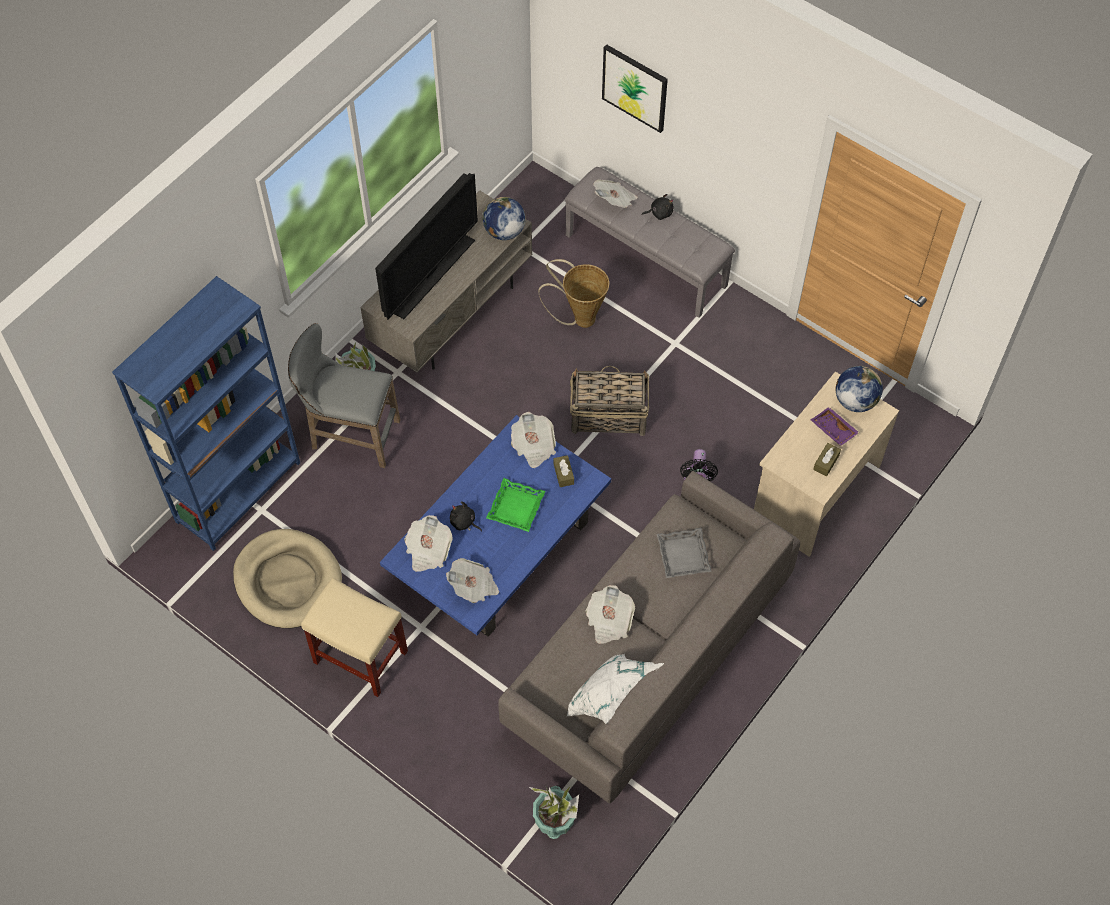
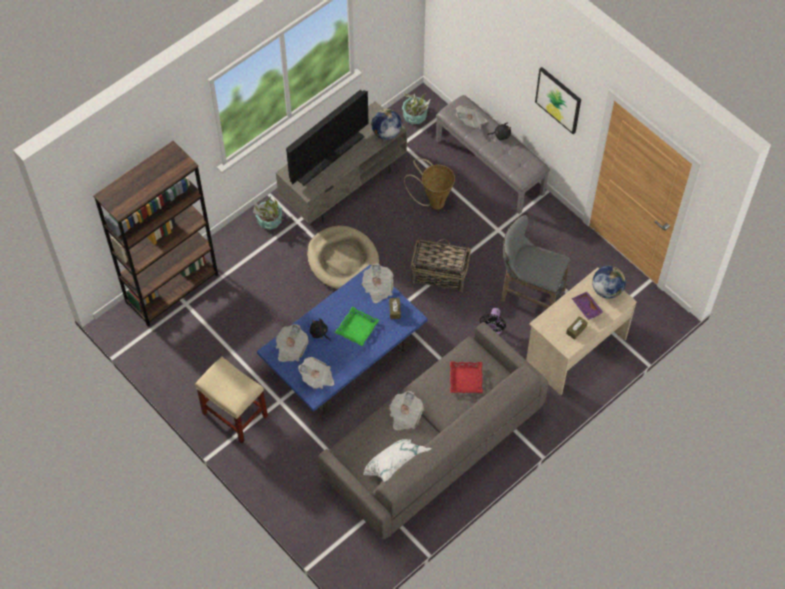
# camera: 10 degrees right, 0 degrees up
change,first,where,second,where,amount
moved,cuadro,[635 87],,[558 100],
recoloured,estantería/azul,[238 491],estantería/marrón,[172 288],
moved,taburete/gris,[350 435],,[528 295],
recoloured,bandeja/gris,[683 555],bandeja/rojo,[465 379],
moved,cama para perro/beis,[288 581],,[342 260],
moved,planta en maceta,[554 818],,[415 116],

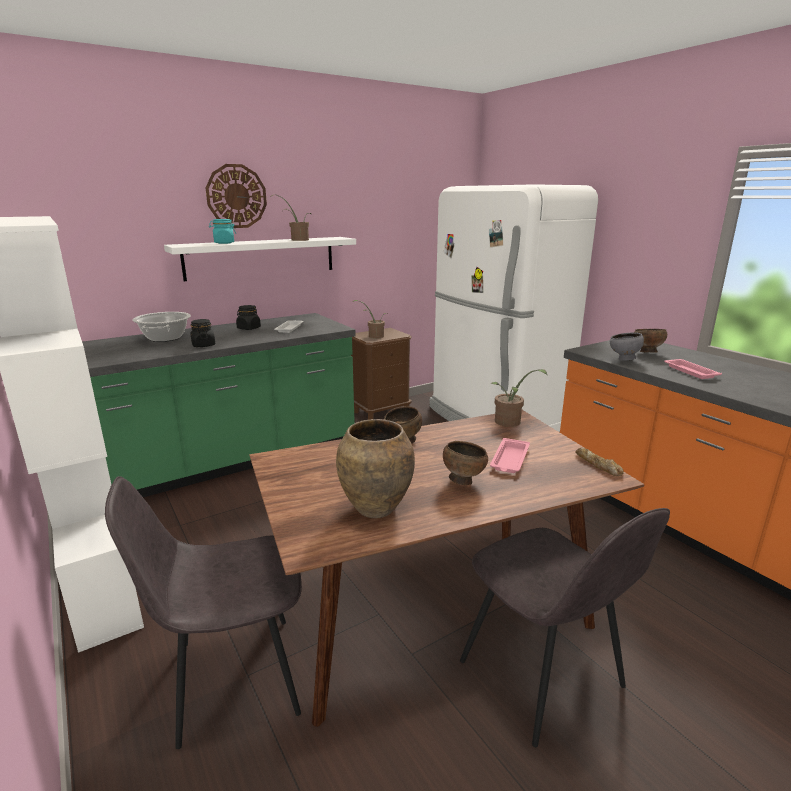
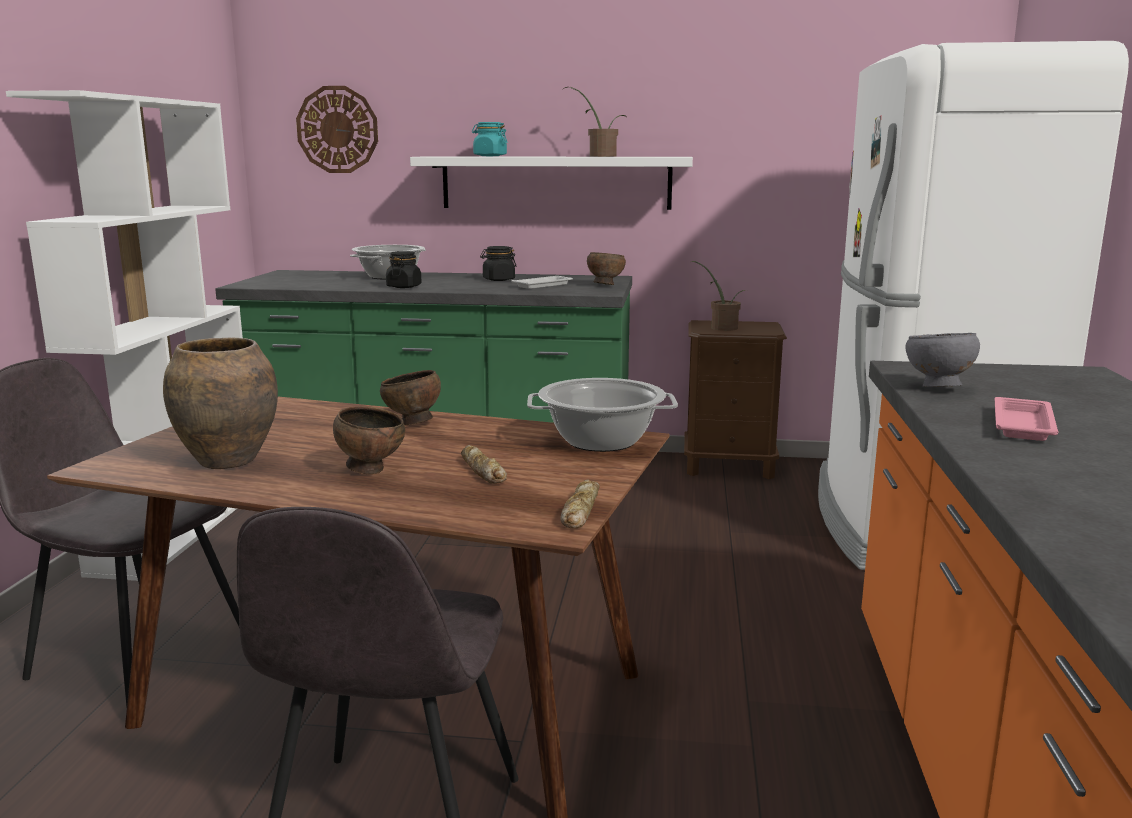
# camera: 40 degrees right, 5 degrees down
change,first,where,second,where,amount
moved,reloj de pared,[236 196],,[337 129],
moved,cuenco/marrón,[646 353],,[605 285],
replaced,planta en maceta,[510 423],olla,[601 441],
replaced,bandeja/rosa,[509 460],pan,[481 471],

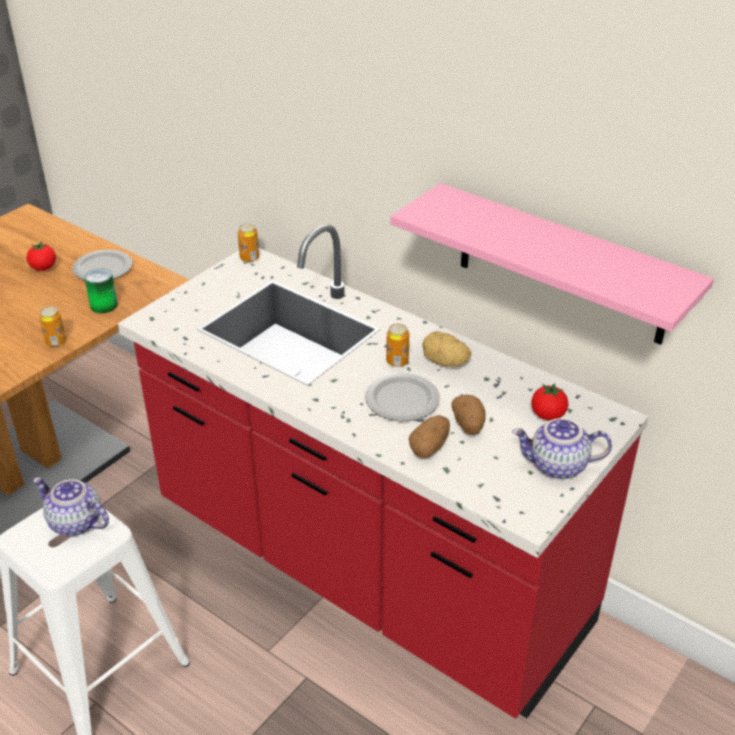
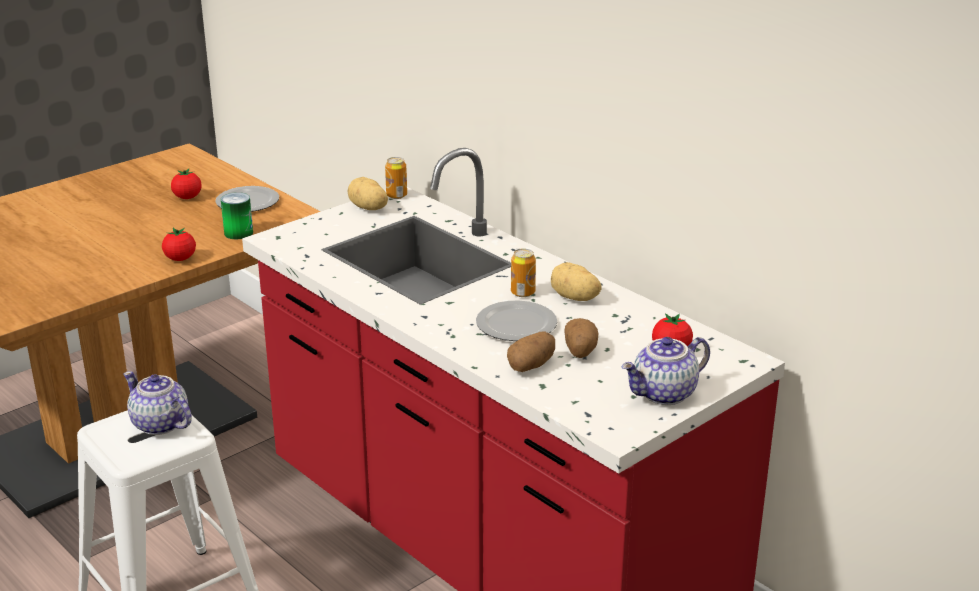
# camera: 10 degrees right, 10 degrees down
change,first,where,second,where,amount
removed,estante/rosa,[561 265],,,
replaced,lata,[56 342],tomate,[180 259],
turned,tetera,[557 467],,[664 394],45 degrees counterclockwise
added,,,patata,[368 208],

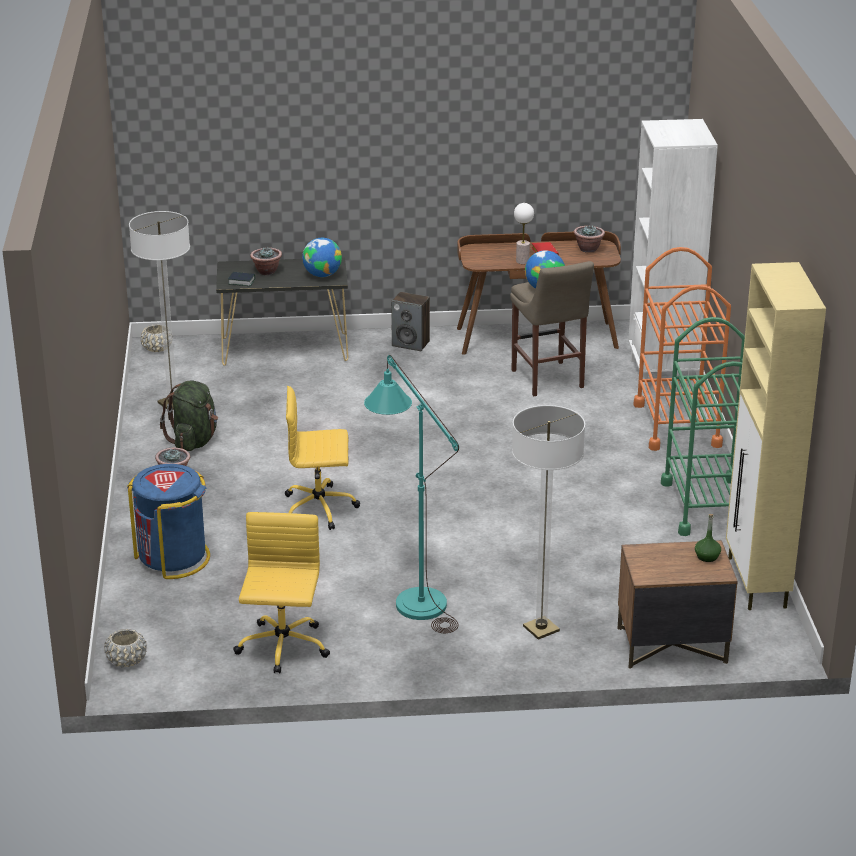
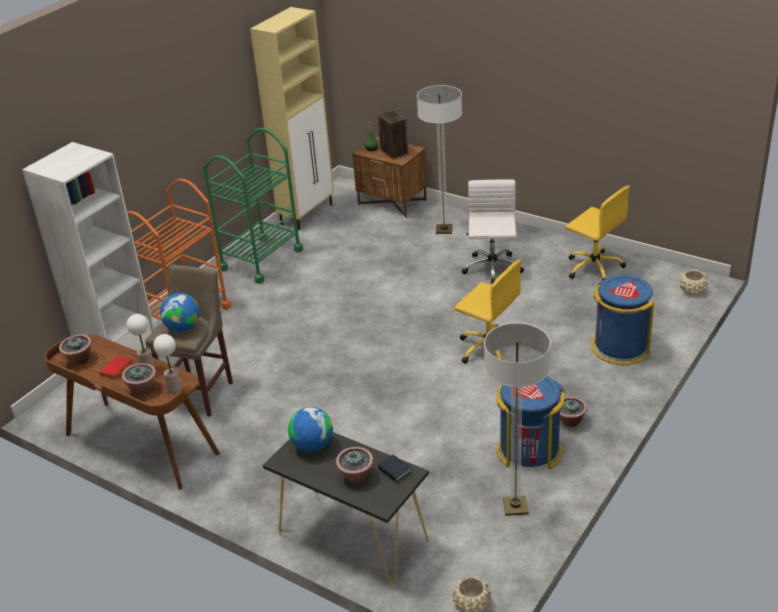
# camera: 140 degrees left, 5 degrees up
change,first,where,second,where,amount
moved,altavoz,[411 343],,[394 152],
replaced,lámpara de pie/turquesa,[413 597],silla de oficina/blanco,[492 268],
replaced,mochila/verde,[194 441],papelera/azul,[529 450],
turned,silla de oficina/amarillo,[282 647],,[593 267],90 degrees counterclockwise
added,,,lámpara de mesa,[174 389],
added,,,planta en maceta,[142 389],

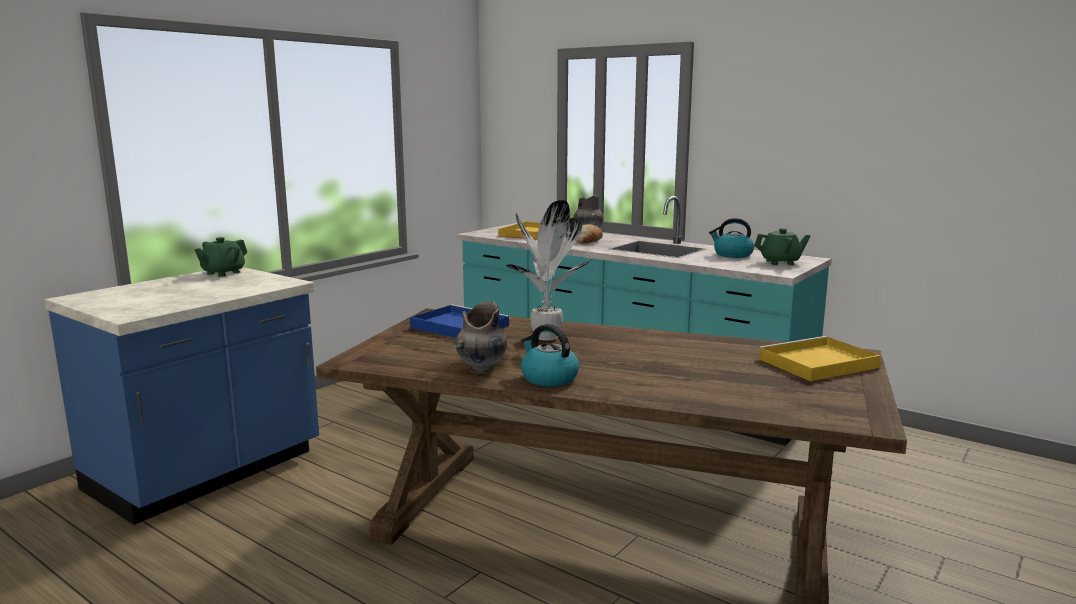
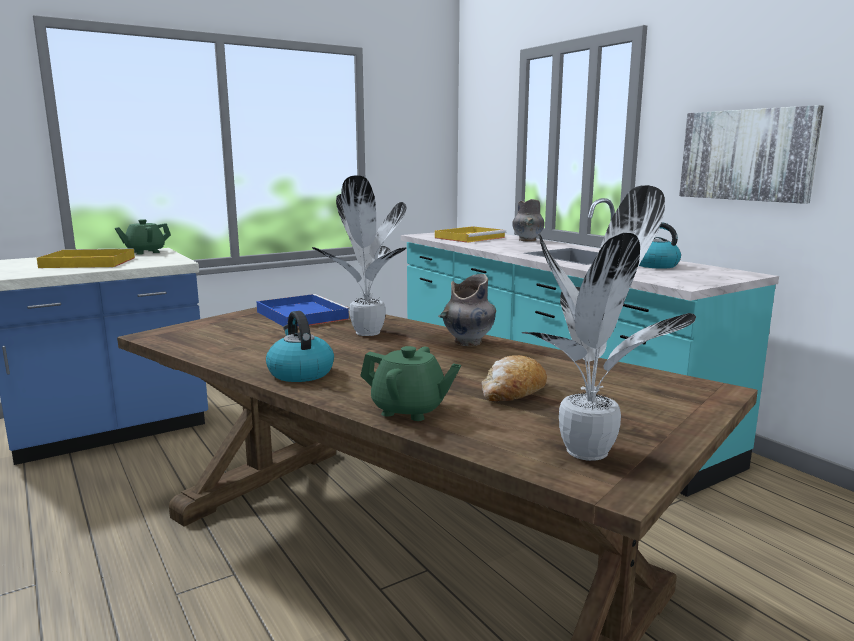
# camera: 20 degrees right, 0 degrees up
change,first,where,second,where,amount
moved,pan,[587 241],,[512 392],
moved,tetera/verde,[780 262],,[409 410],
moved,florero/gris,[481 369],,[467 342],
moved,bandeja/amarillo,[816 363],,[86 263],
added,,,cuadro,[747 155],
added,,,planta en maceta,[590 450],

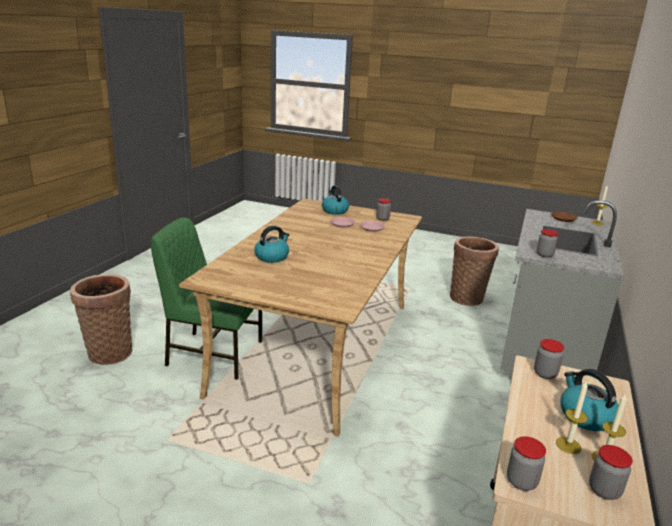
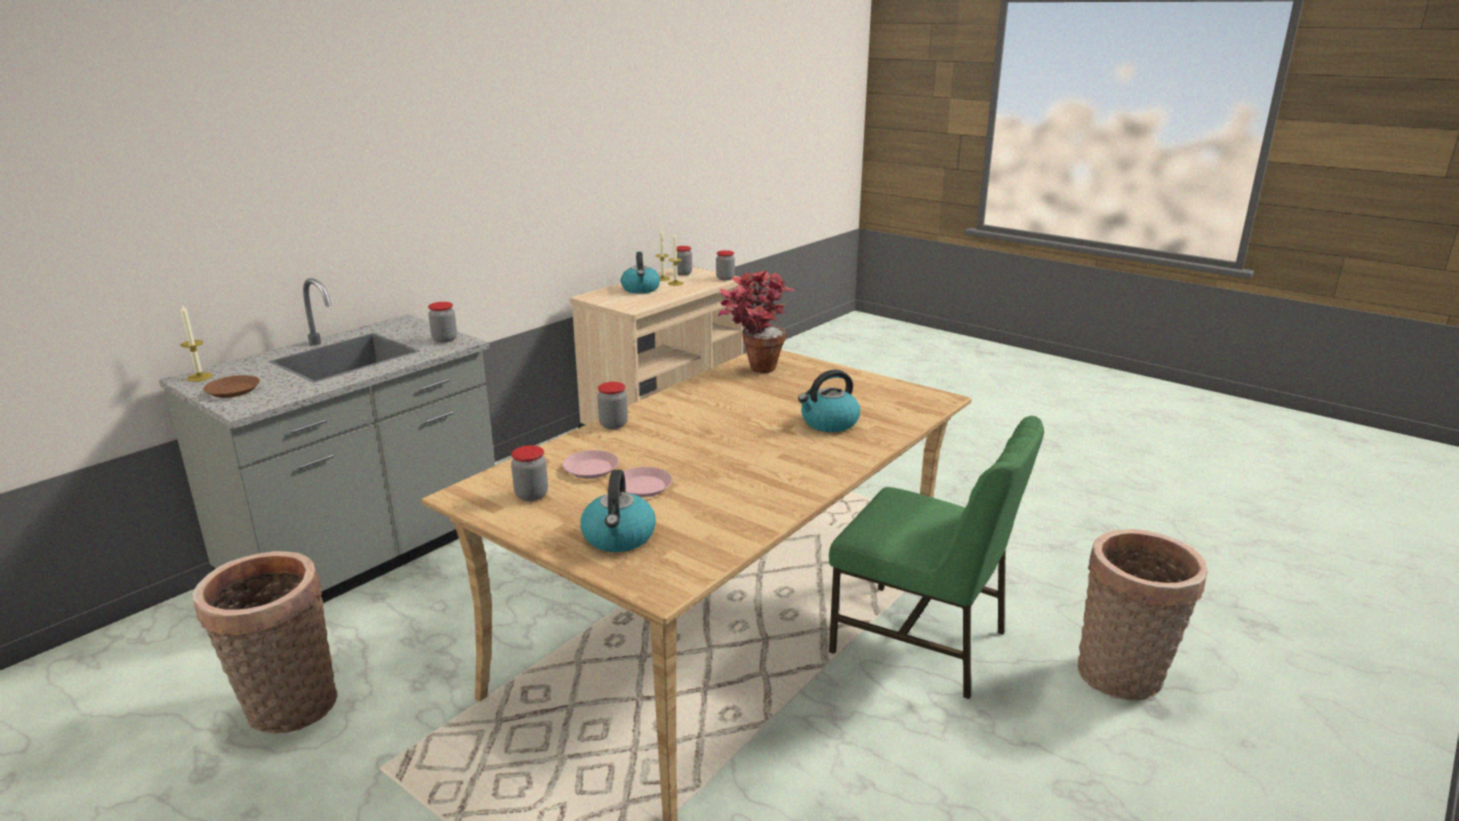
# camera: 160 degrees left, 0 degrees up
change,first,where,second,where,amount
moved,tarro,[545 374],,[613 424],
added,,,planta en maceta,[753 370],

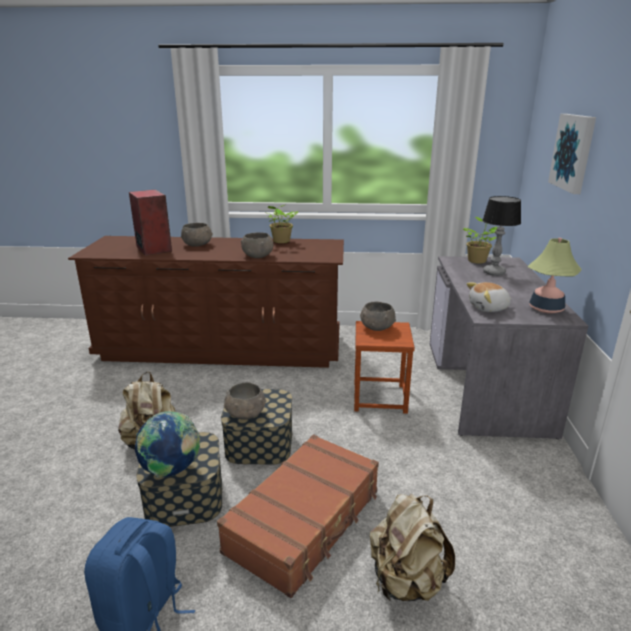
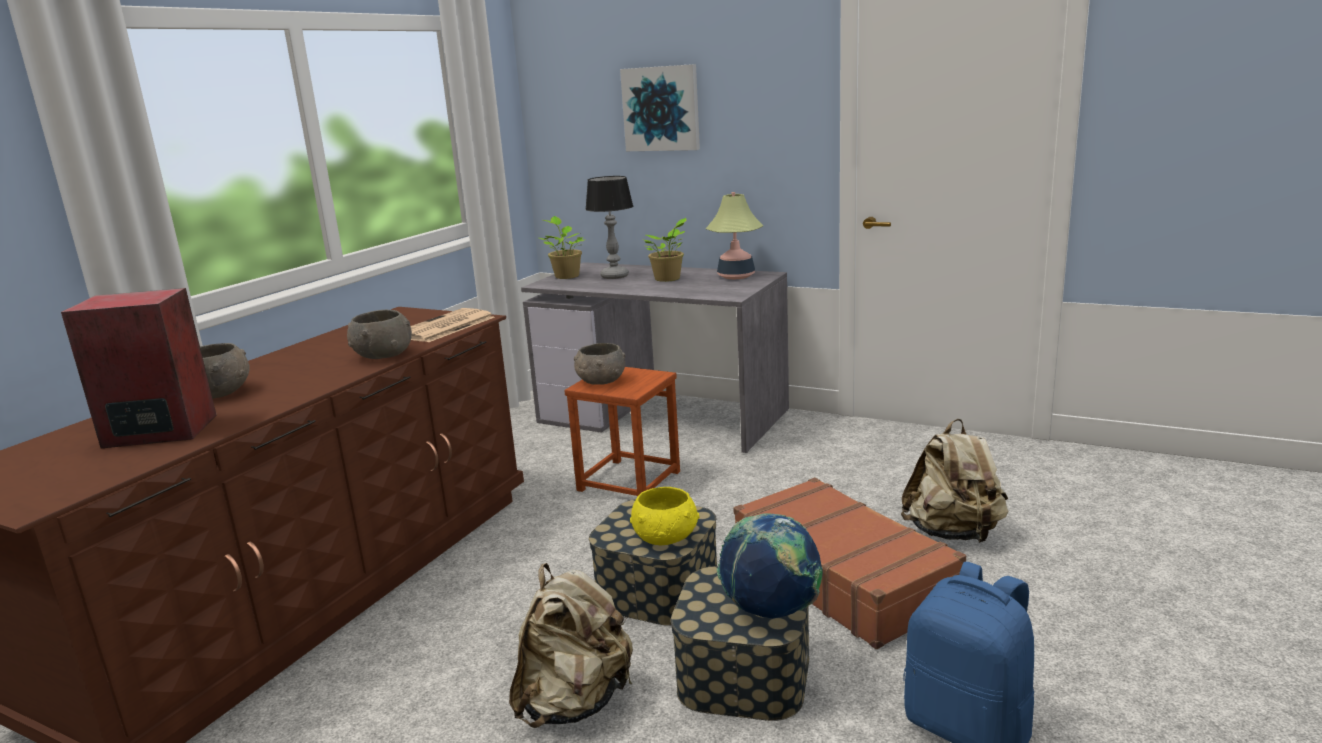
# camera: 65 degrees left, 5 degrees down
change,first,where,second,where,amount
moved,planta en maceta,[281 241],,[669 279],
removed,peluche,[489 308],,,
recoloured,cuenco/gris,[245 414],cuenco/amarillo,[666 537],
added,,,periódico,[444 327],

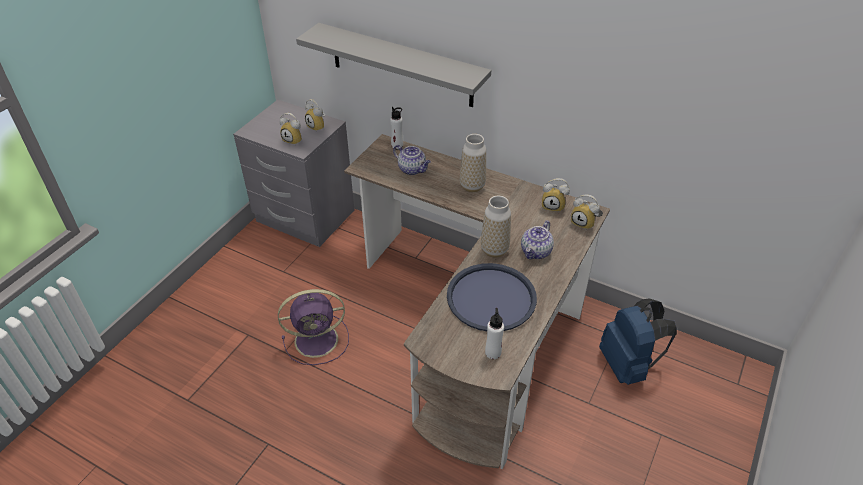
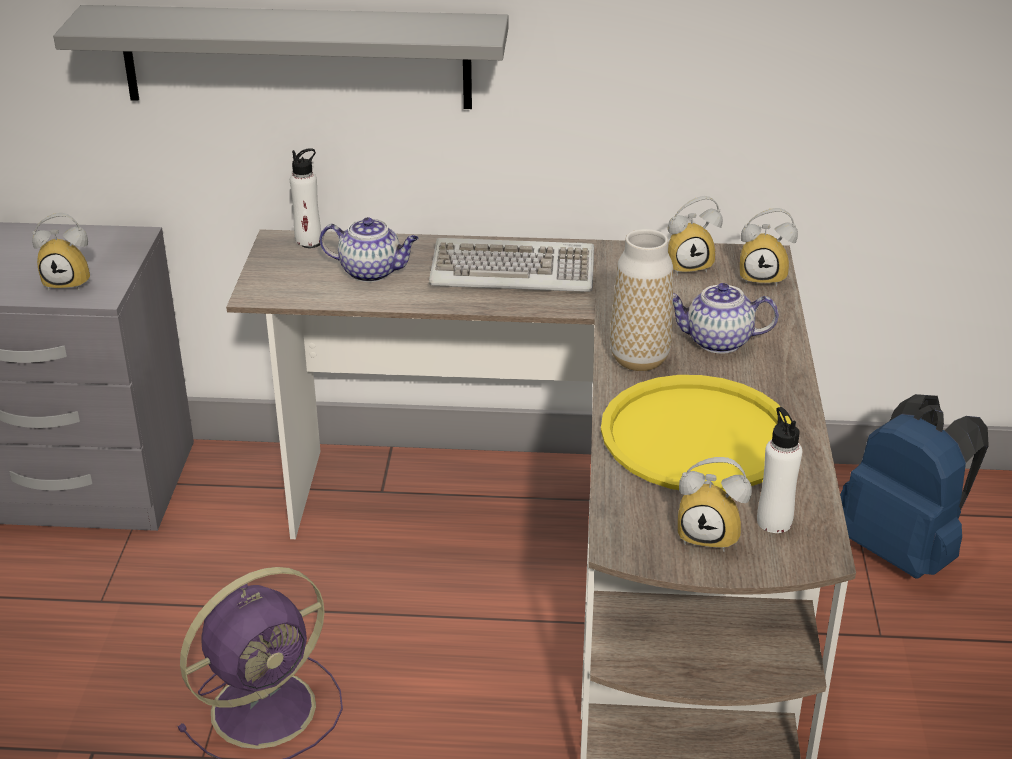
# camera: 25 degrees left, 10 degrees down
change,first,where,second,where,amount
moved,despertador,[318 127],,[711 534],
replaced,florero,[472 186],teclado,[513 271],
turned,tetera,[536 252],,[718 342],90 degrees clockwise
recoloured,bandeja/azul,[491 298],bandeja/amarillo,[697 436],

